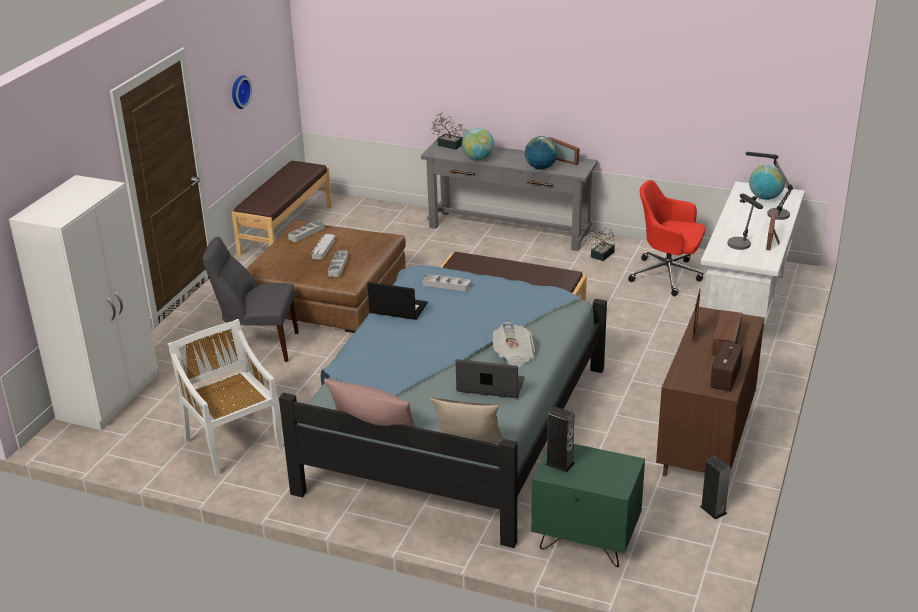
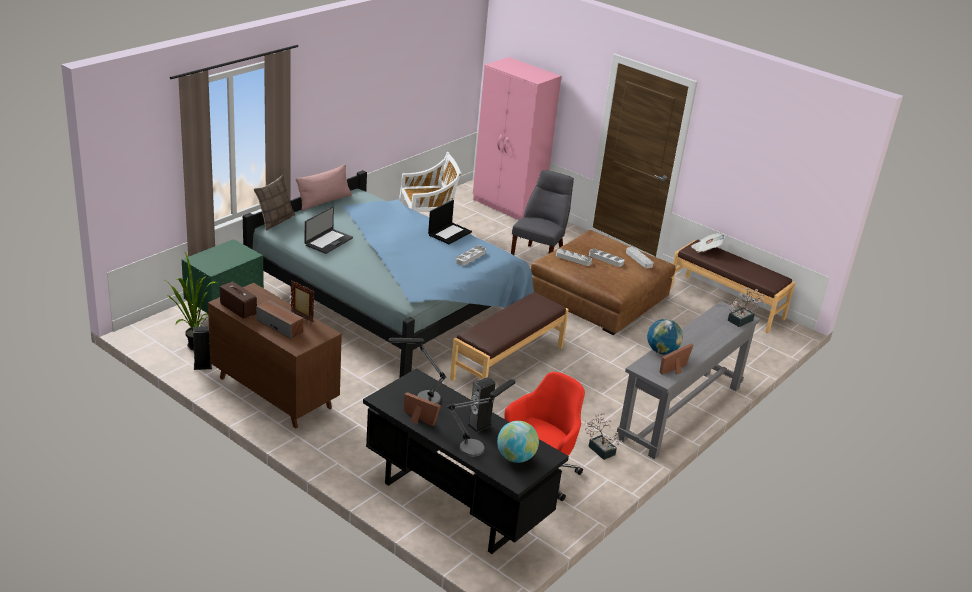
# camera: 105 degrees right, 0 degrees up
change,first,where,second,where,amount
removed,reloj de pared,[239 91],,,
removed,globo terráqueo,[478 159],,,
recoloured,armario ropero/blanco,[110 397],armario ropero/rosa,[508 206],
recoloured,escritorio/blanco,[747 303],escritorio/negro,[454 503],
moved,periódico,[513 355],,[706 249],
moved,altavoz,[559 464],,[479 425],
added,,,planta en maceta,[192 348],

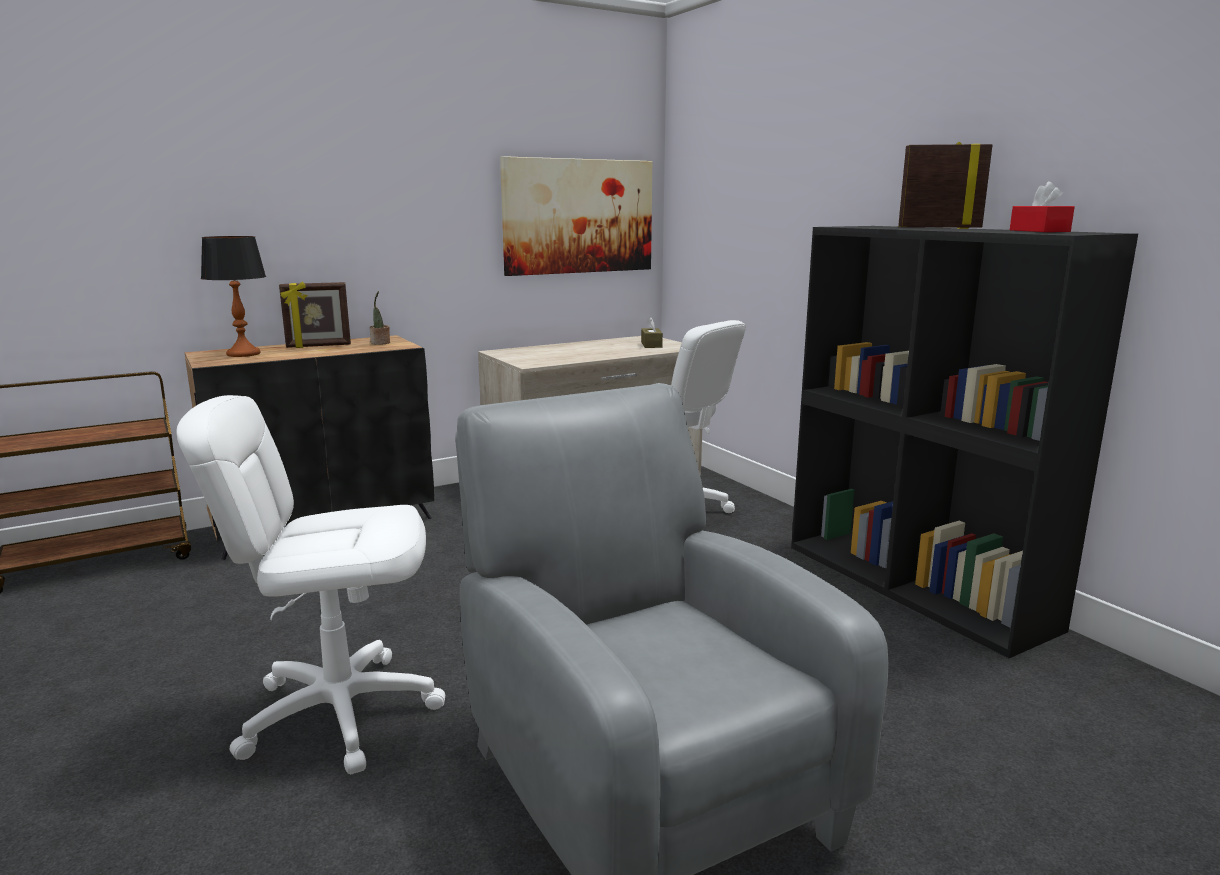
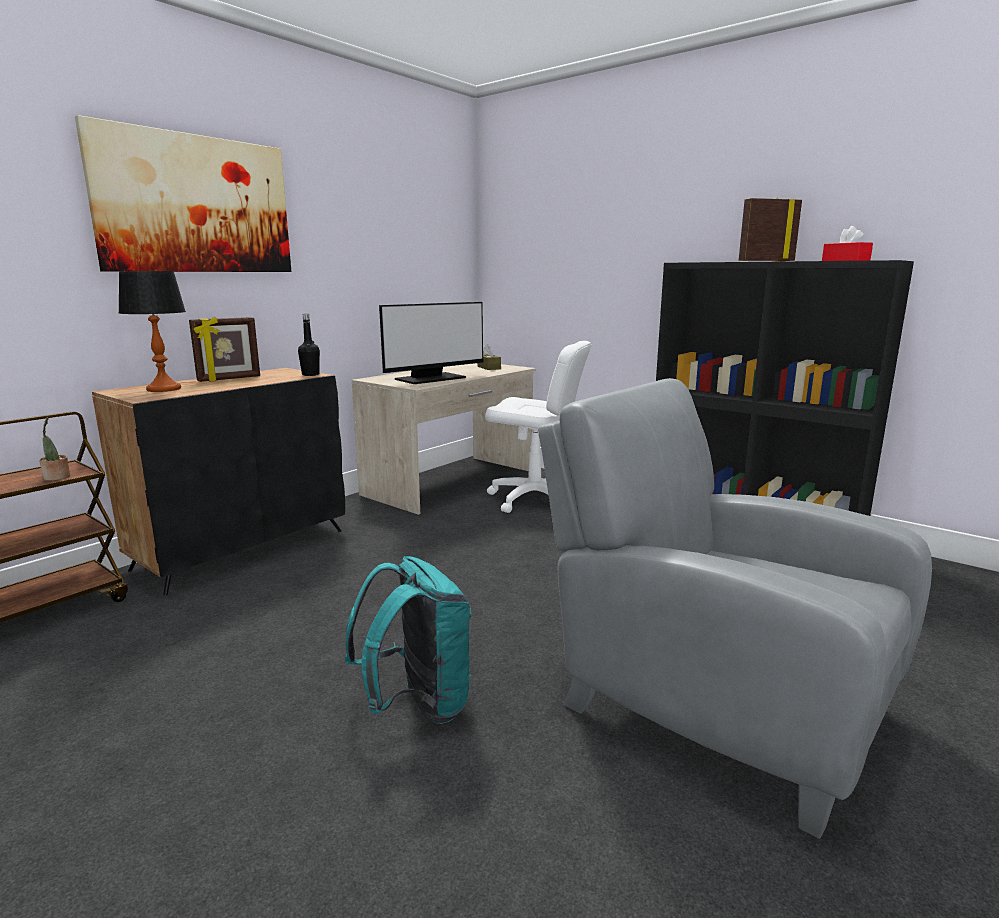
# camera: 20 degrees left, 0 degrees up
change,first,where,second,where,amount
moved,cuadro,[578 216],,[196 205],
moved,planta en maceta,[380 343],,[57 477],
replaced,silla de oficina/blanco,[340 712],mochila/turquesa,[417 705],
added,,,monitor,[431 379],
added,,,botella/negro,[310 375],

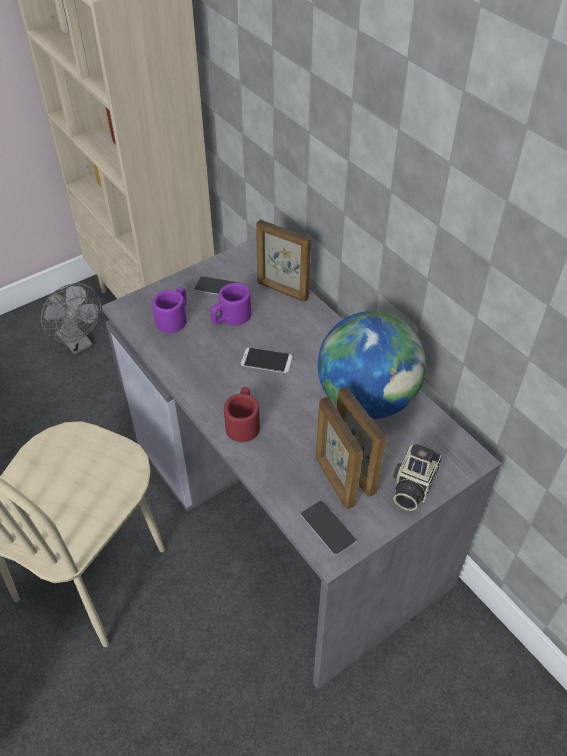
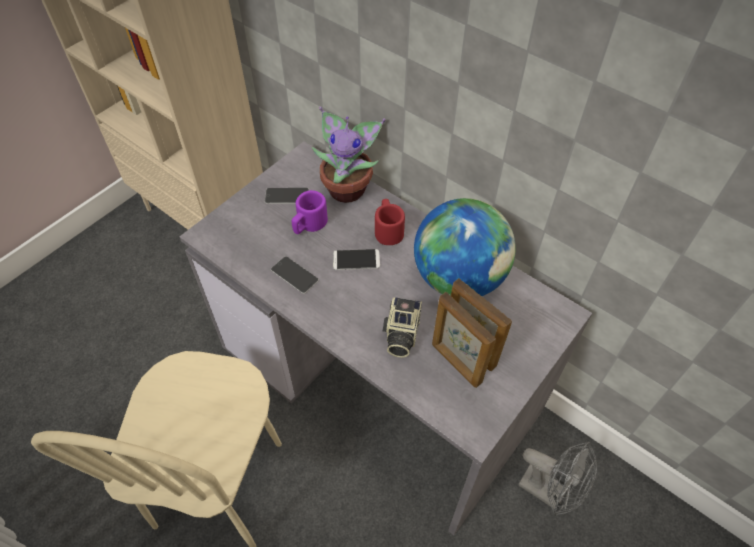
# camera: 15 degrees left, 5 degrees up
change,first,where,second,where,amount
replaced,portarretratos,[282 291],planta en maceta,[348 188],
moved,ventilador/gris,[78 343],,[549 491],
removed,taza grande/morado,[174 318],,,
moved,taza grande/rojo,[243 423],,[388 229],
moved,cámara,[412 486],,[400 334],
moved,móvil,[328 527],,[294 275],

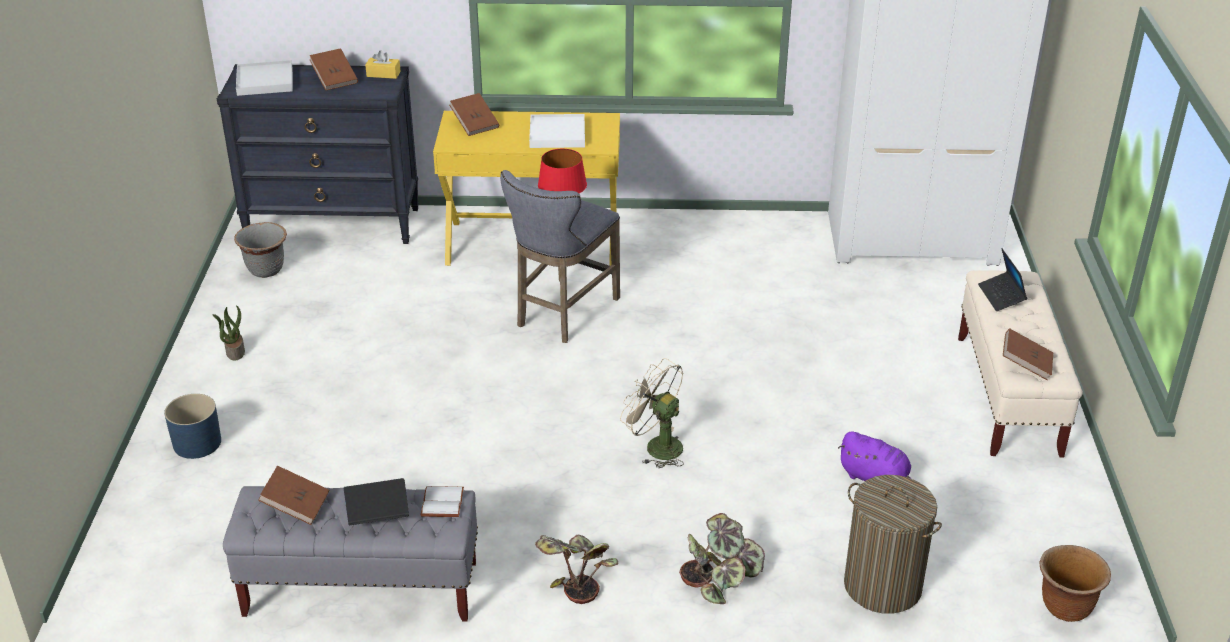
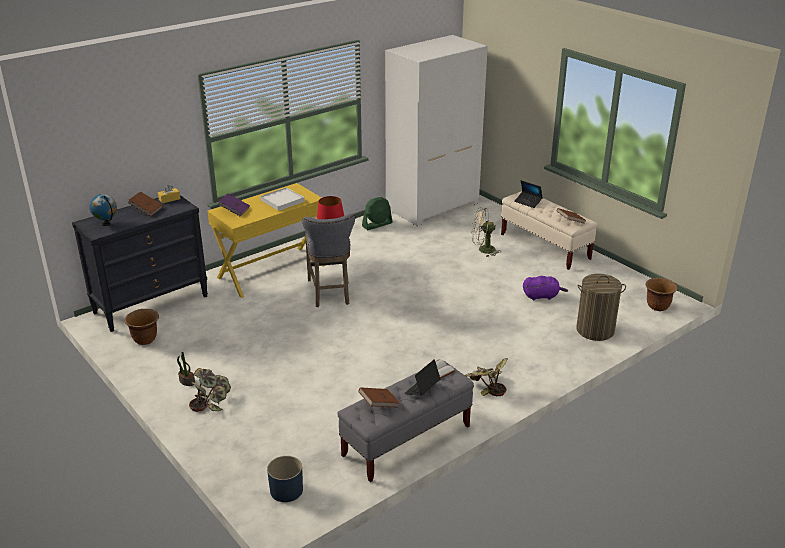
# camera: 40 degrees left, 5 degrees down
change,first,where,second,where,amount
replaced,bandeja/blanco,[265 81],globo terráqueo,[106 224],
recoloured,libro/marrón,[475 124],libro/morado,[234 210],
recoloured,maceta/gris,[266 270],maceta/marrón,[145 339],
moved,ventilador/beis,[656 446],,[483 250],
moved,maceta/azul,[197 443],,[286 490],
moved,planta en maceta,[720 578],,[211 401],
added,,,ventilador/verde,[377 225],

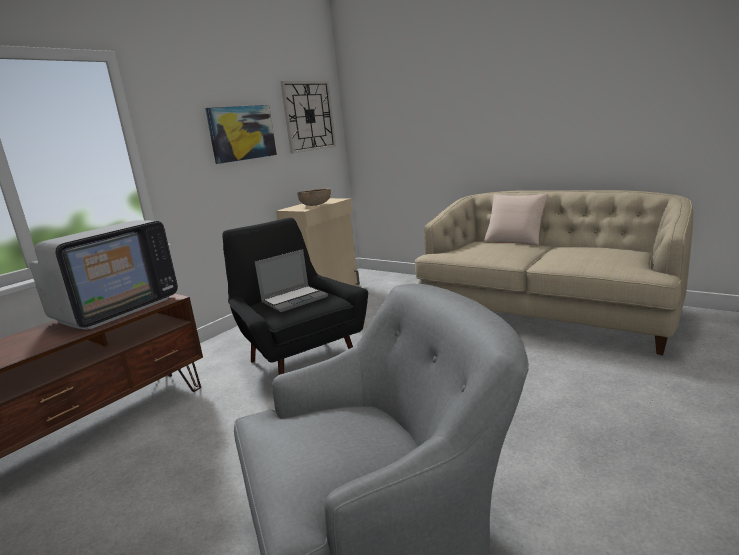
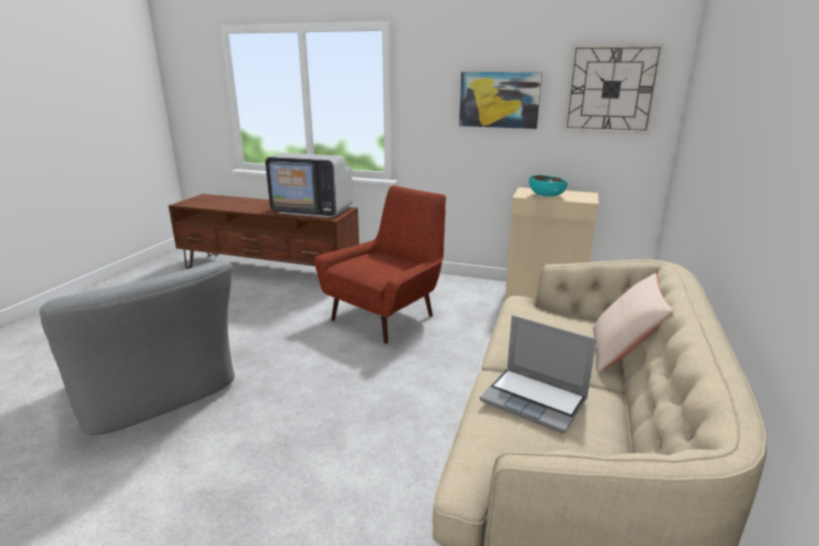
# camera: 70 degrees right, 5 degrees up
change,first,where,second,where,amount
recoloured,cuenco/marrón,[315 205],cuenco/turquesa,[546 196],
recoloured,sillón/negro,[299 359],sillón/rojo,[387 315],
moved,portátil,[295 299],,[535 400],

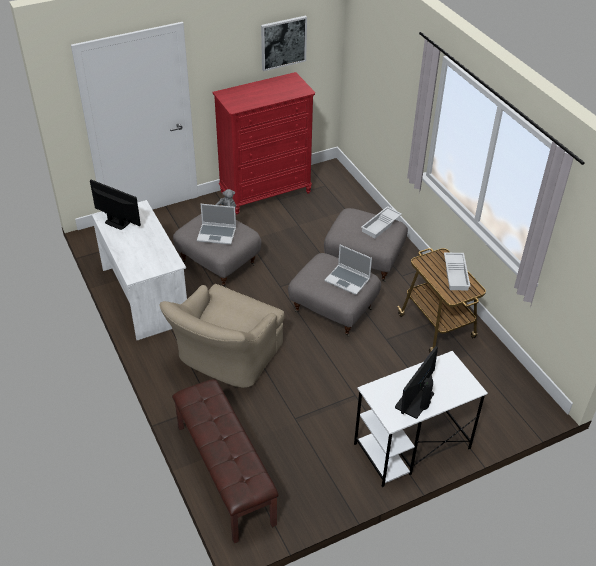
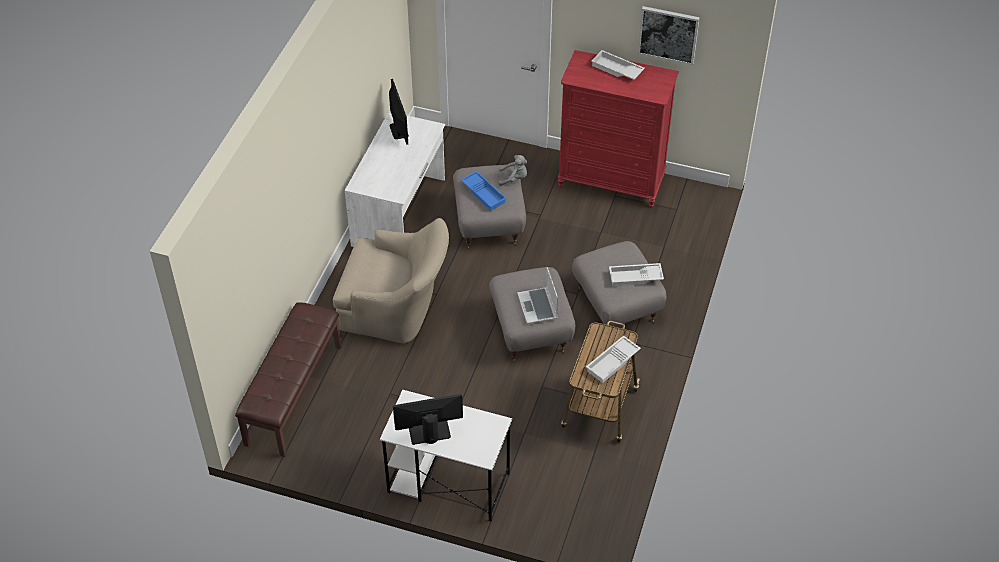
# camera: 45 degrees right, 5 degrees up
change,first,where,second,where,amount
replaced,portátil,[217 234],bandeja/azul,[484 193],
turned,sillón/beis,[225 358],,[396 308],150 degrees counterclockwise
added,,,bandeja/blanco,[616 70],

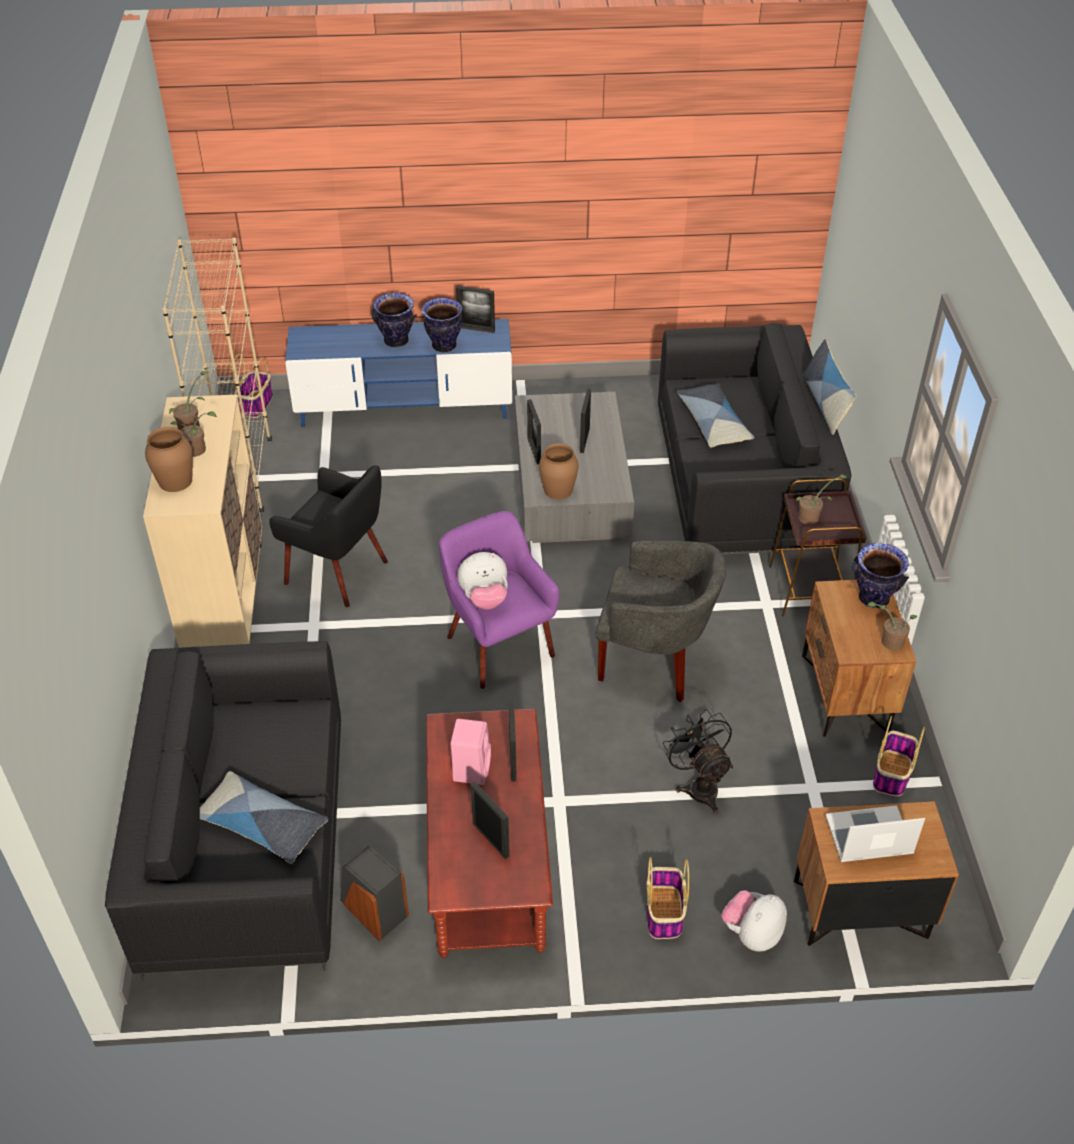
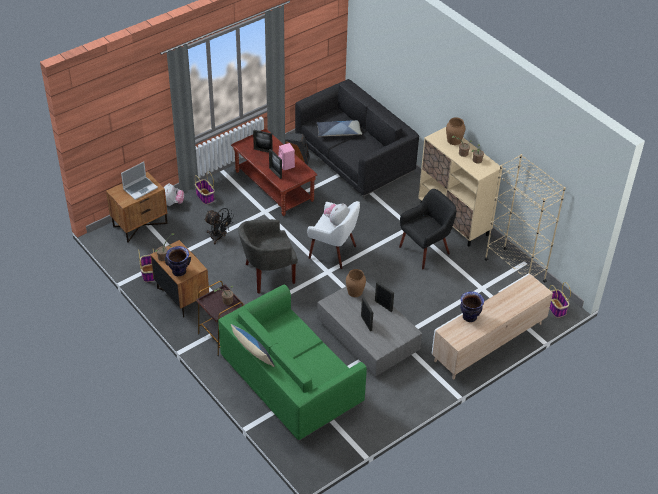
# camera: 145 degrees right, 0 degrees up
change,first,where,second,where,amount
removed,portarretratos,[476 329],,,
removed,florero,[396 341],,,
recoloured,mueble de televisión/azul,[404 407],mueble de televisión/beis,[488 342],
recoloured,sofá/negro,[741 481],sofá/verde,[290 381],
removed,cojín,[713 423],,,
turned,sillón/negro,[338 572],,[425 250],150 degrees clockwise
recoloured,sillón/morado,[498 646],sillón/blanco,[333 252],

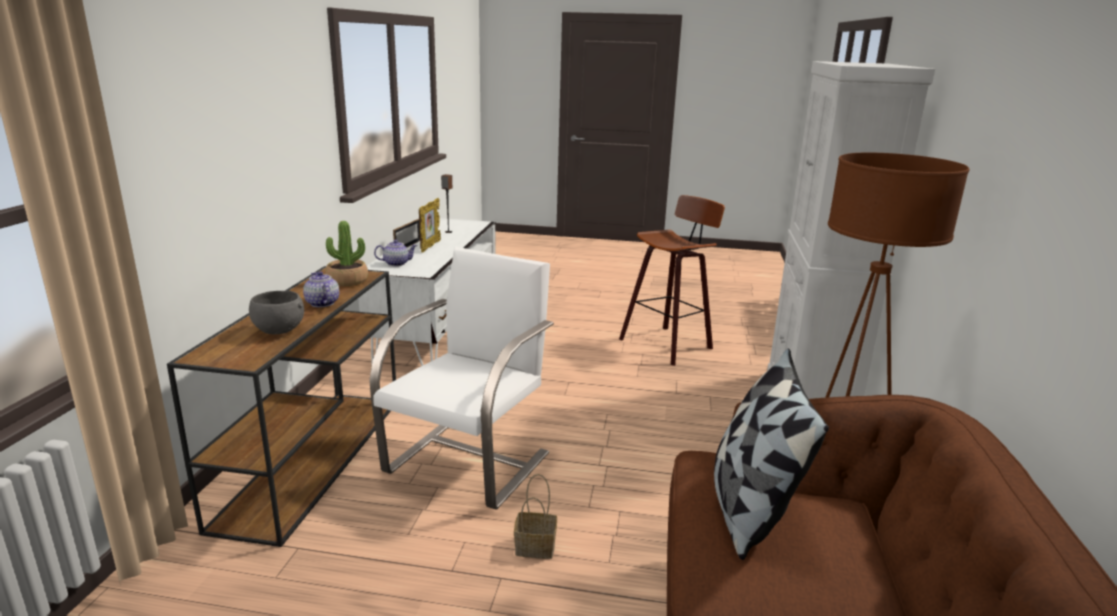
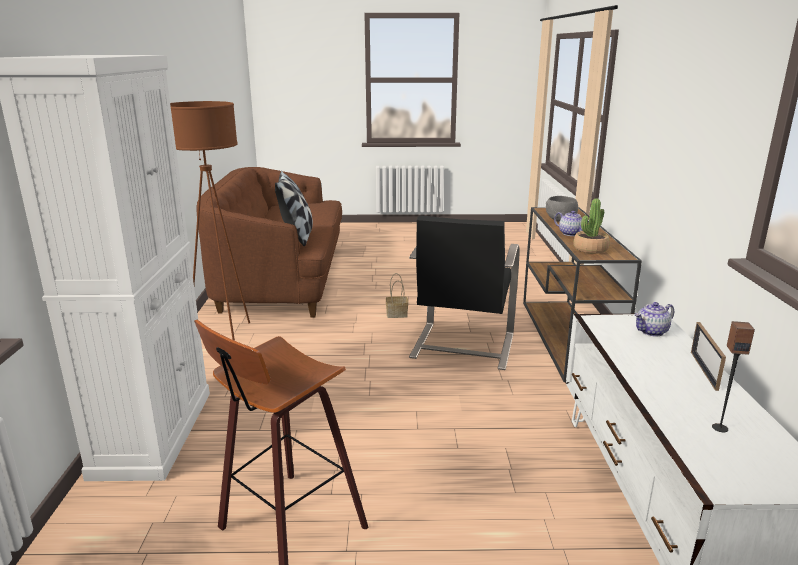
# camera: 170 degrees right, 0 degrees up
change,first,where,second,where,amount
removed,portarretratos,[430 246],,,
recoloured,sillón/blanco,[469 461],sillón/negro,[462 346],

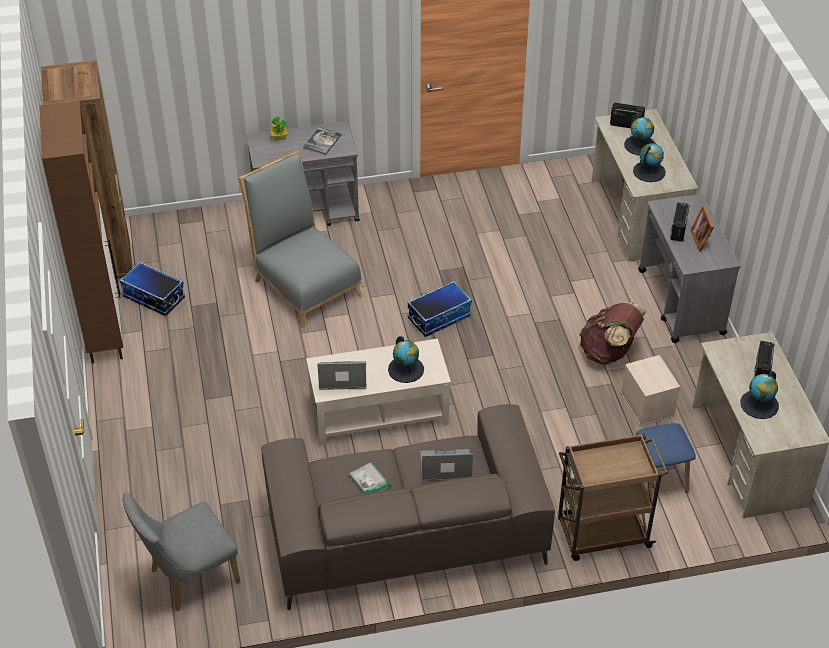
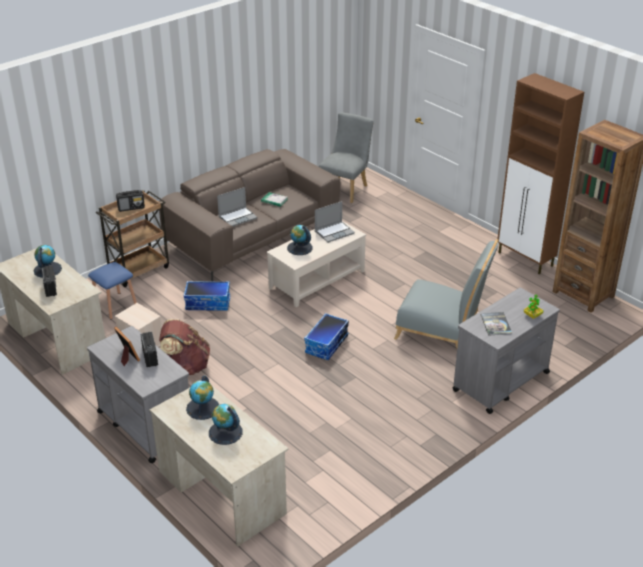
# camera: 150 degrees right, 10 degrees down
change,first,where,second,where,amount
moved,radio,[626 124],,[131 207],
moved,caja de almacenaje,[153 298],,[208 303],

